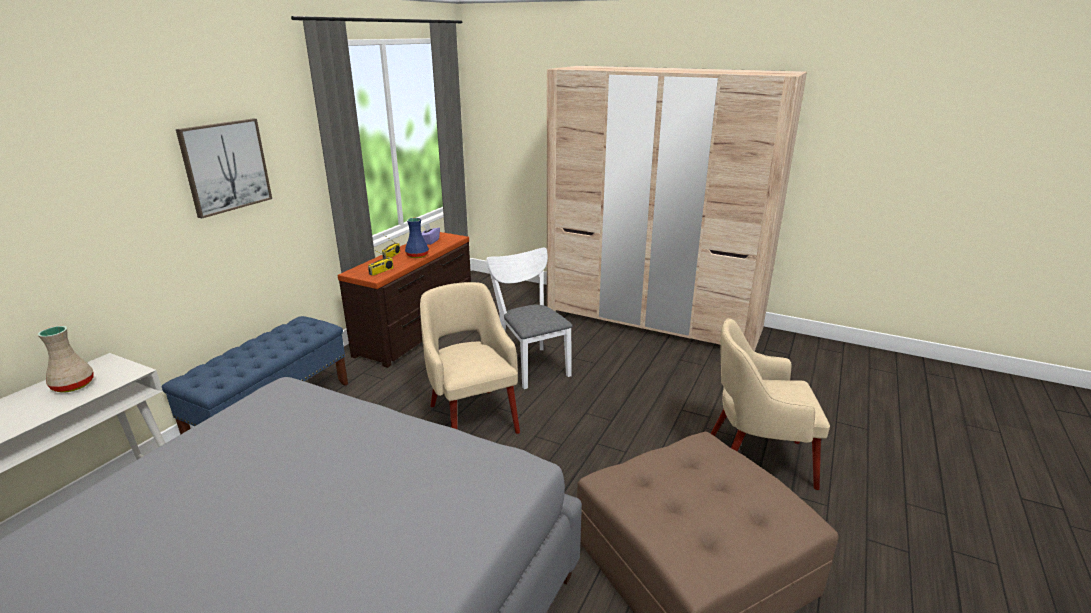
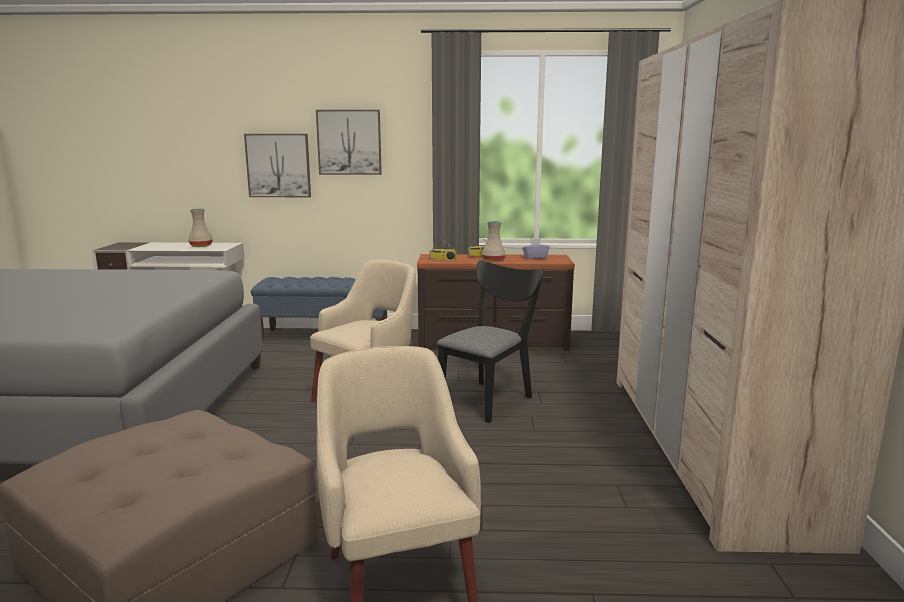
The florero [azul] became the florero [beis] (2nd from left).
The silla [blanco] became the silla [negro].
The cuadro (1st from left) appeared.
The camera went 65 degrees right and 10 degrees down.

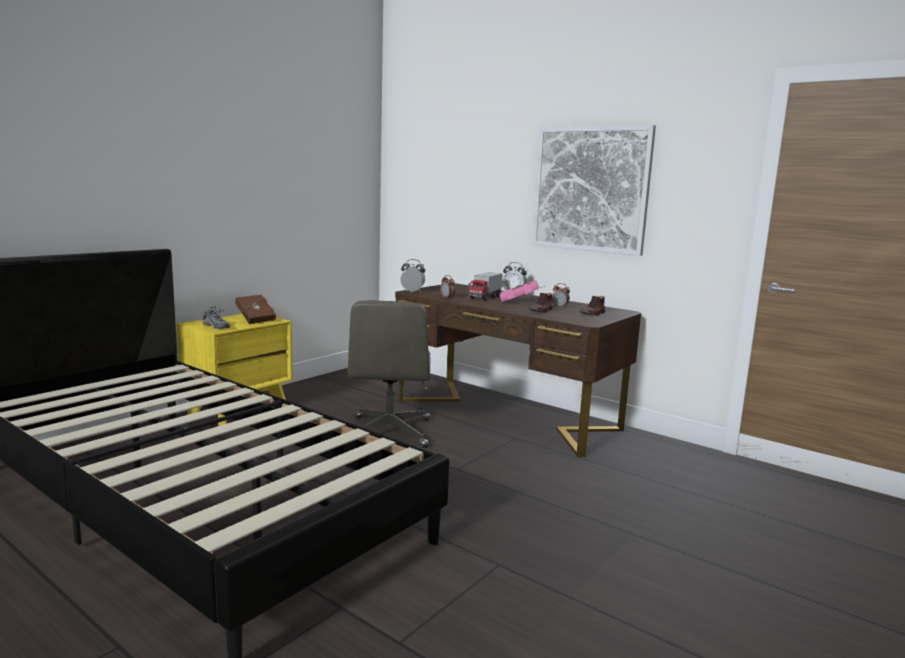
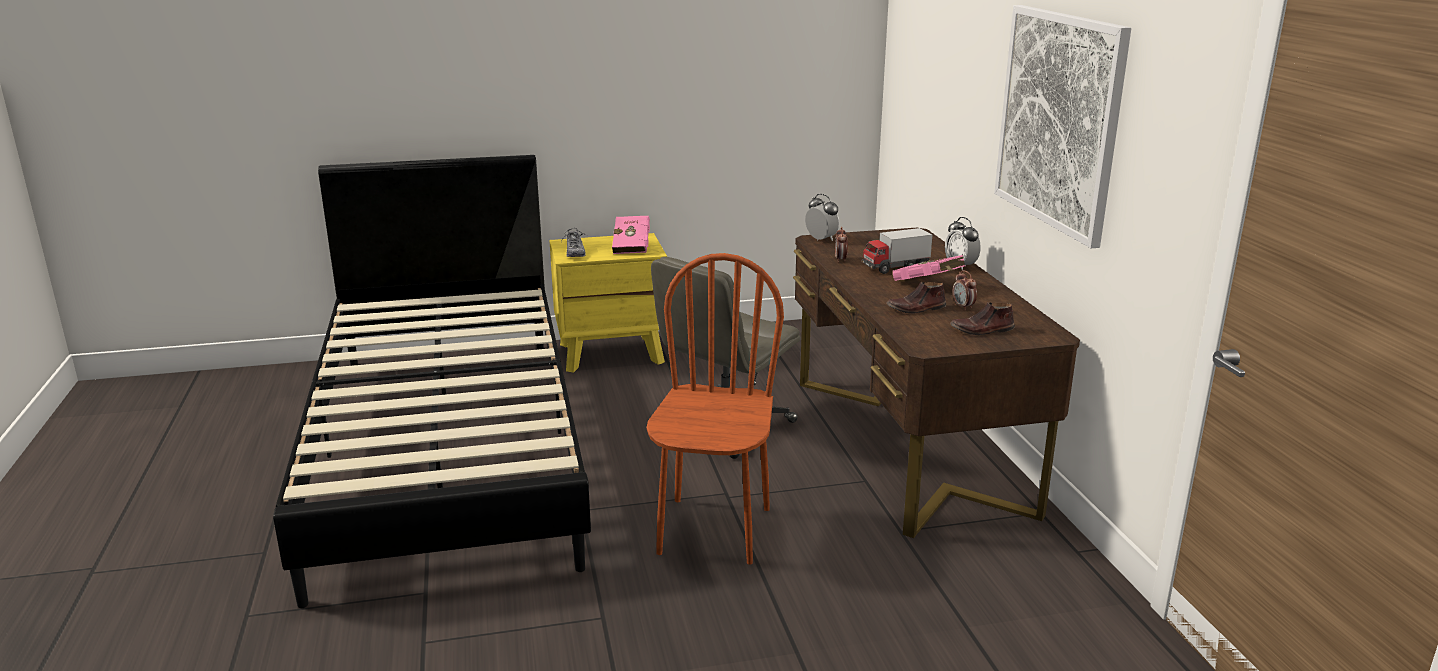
The libro [marrón] became the libro [rosa] (1st from left).
The silla [marrón] appeared.
The camera went 40 degrees right and 10 degrees up.

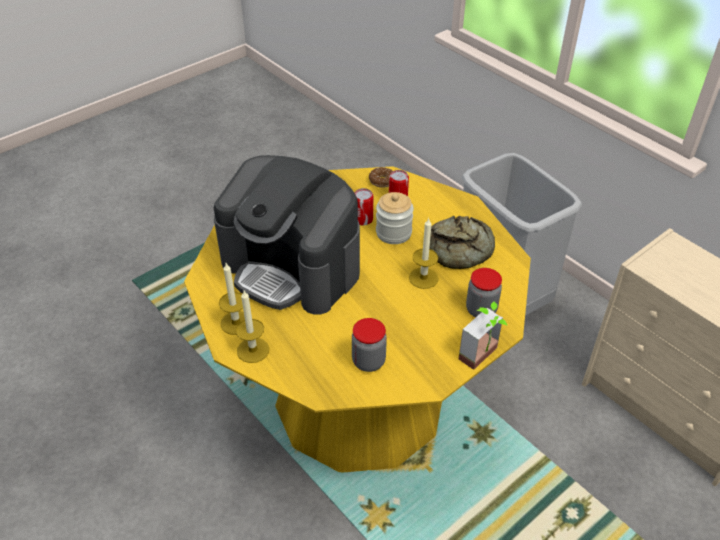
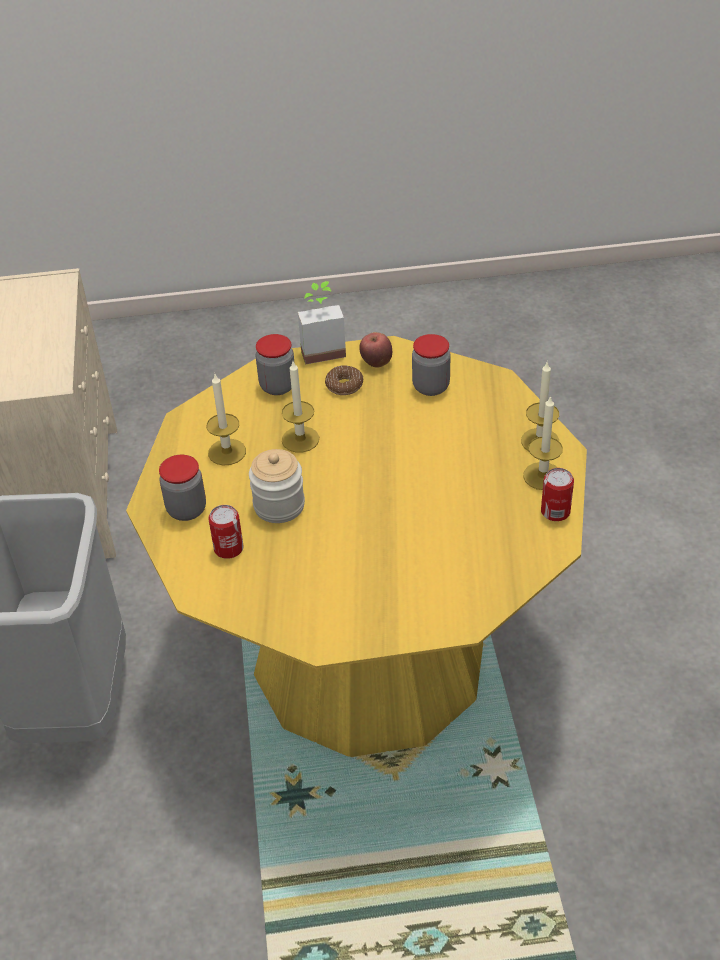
The cafetera disappeared.
The rosquilla moved.
The lata (1st from left in the first image) moved.
The pan was replaced by the vela (1st from left).
The manzana appeared.
The tarro (1st from left) appeared.
The camera went 145 degrees left and 0 degrees up.

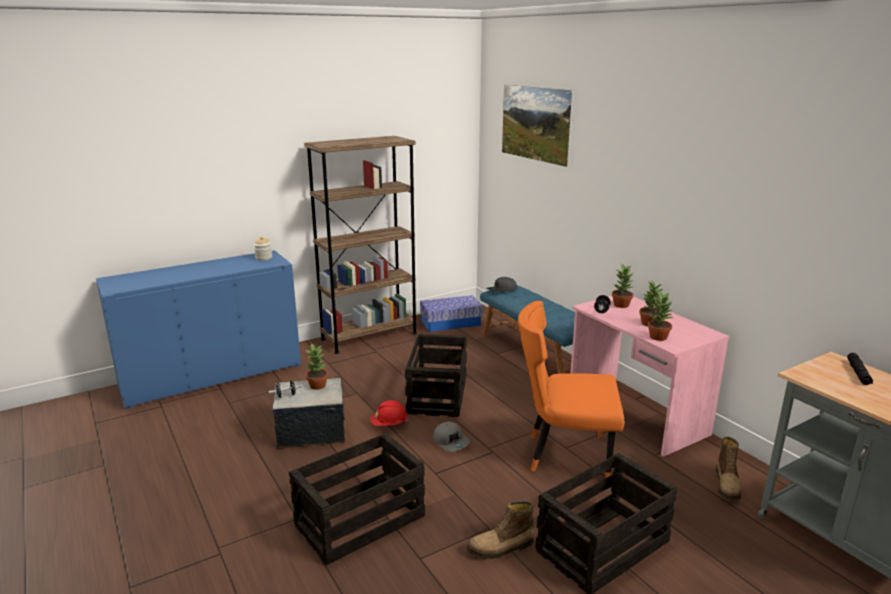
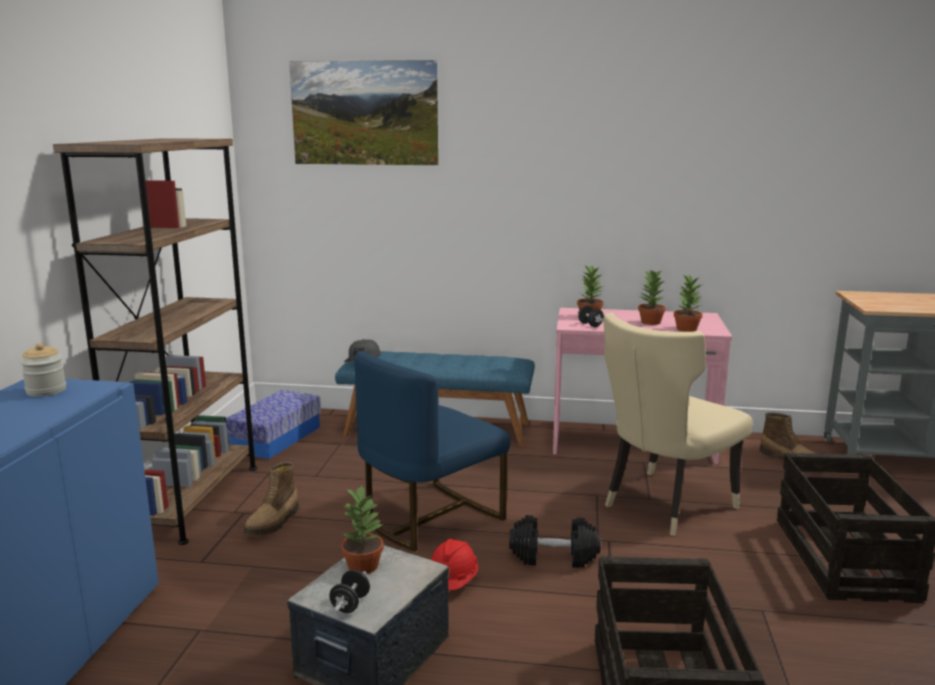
The silla [naranja] became the silla [beis].
The caja de embalaje (2nd from left) was replaced by the silla [azul].
The linterna [negro] disappeared.
The gorra [gris] (1st from left) was replaced by the mancuerna [negro] (2nd from left).
The bota (1st from left) moved.
The camera went 50 degrees left and 5 degrees down.

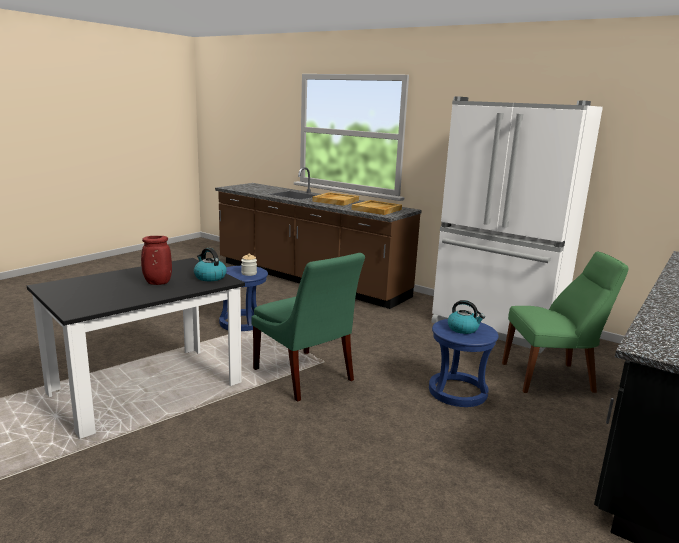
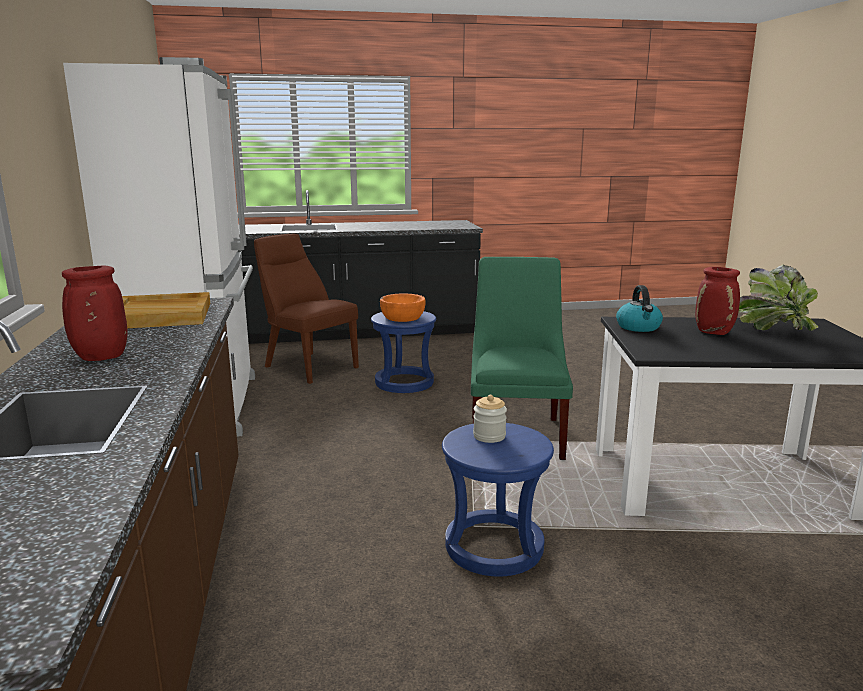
The bandeja [beis] (1st from left) was replaced by the florero [rojo] (1st from left).
The silla [verde] (2nd from left) became the silla [marrón].
The hervidor (2nd from left) was replaced by the cuenco [naranja].
The planta en maceta appeared.
The camera went 135 degrees left and 0 degrees up.

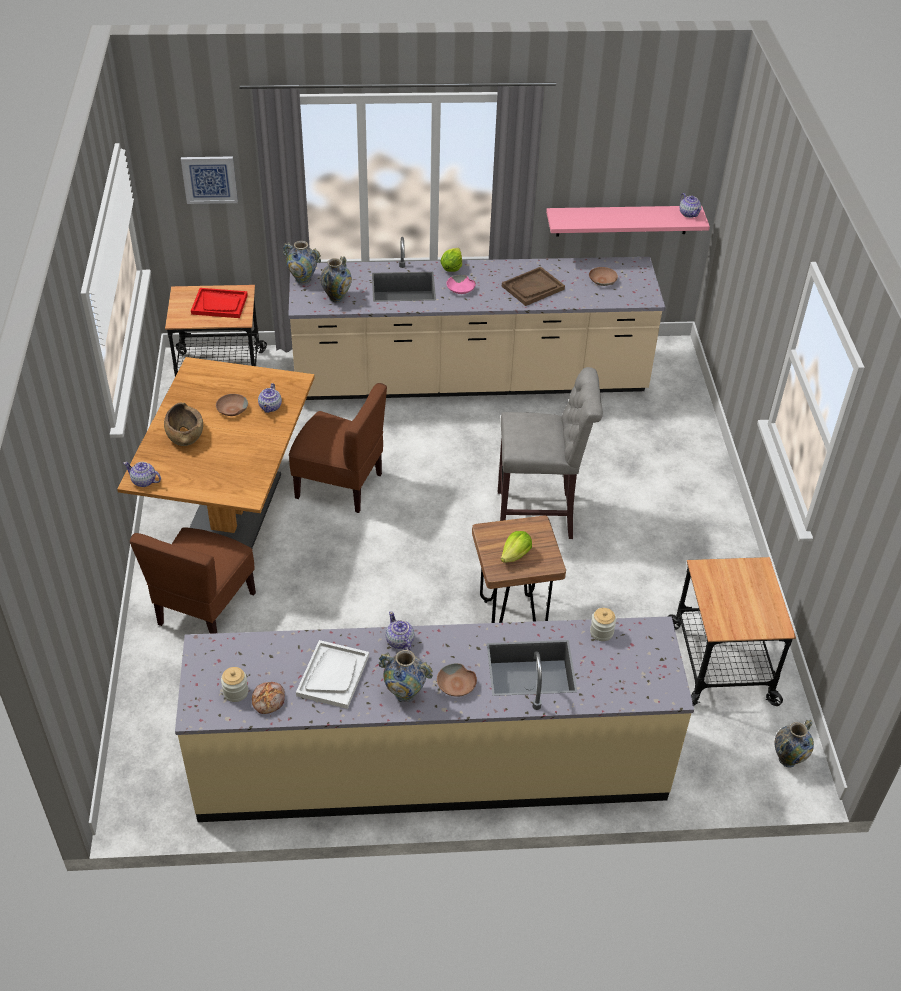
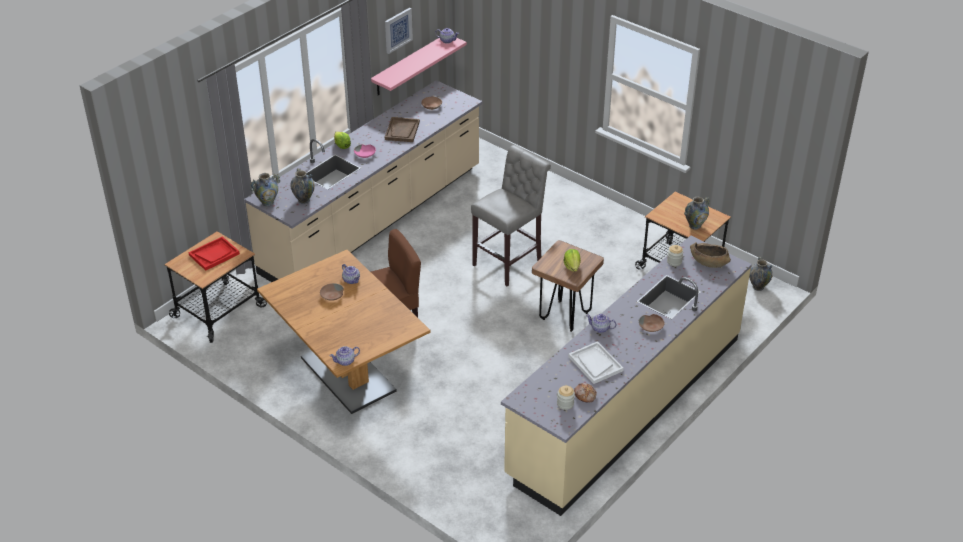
The cuadro moved.
The cuenco [marrón] (1st from left in the first image) moved.
The silla [marrón] (1st from left) disappeared.
The florero (3rd from left) moved.
The camera went 45 degrees left and 5 degrees down.

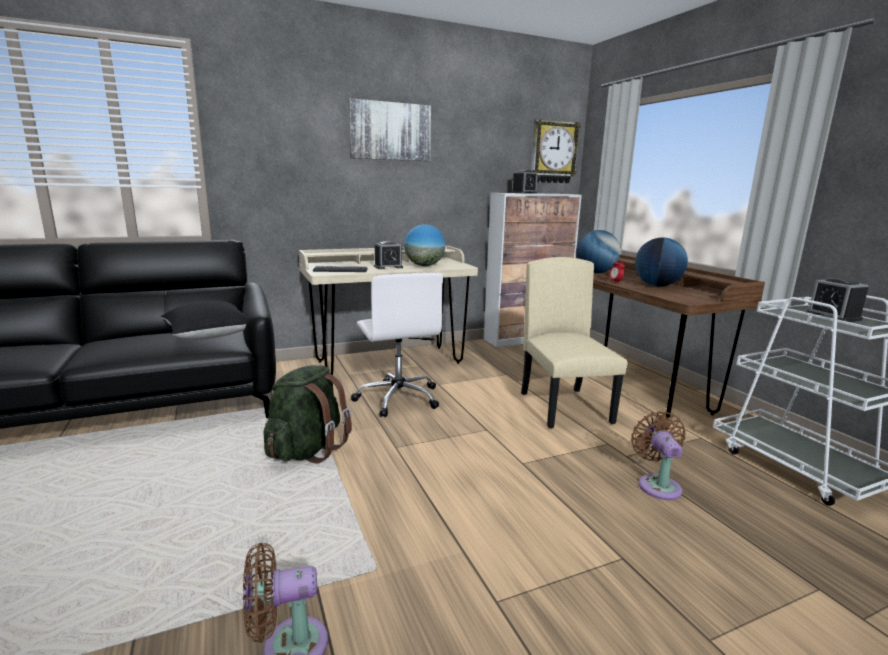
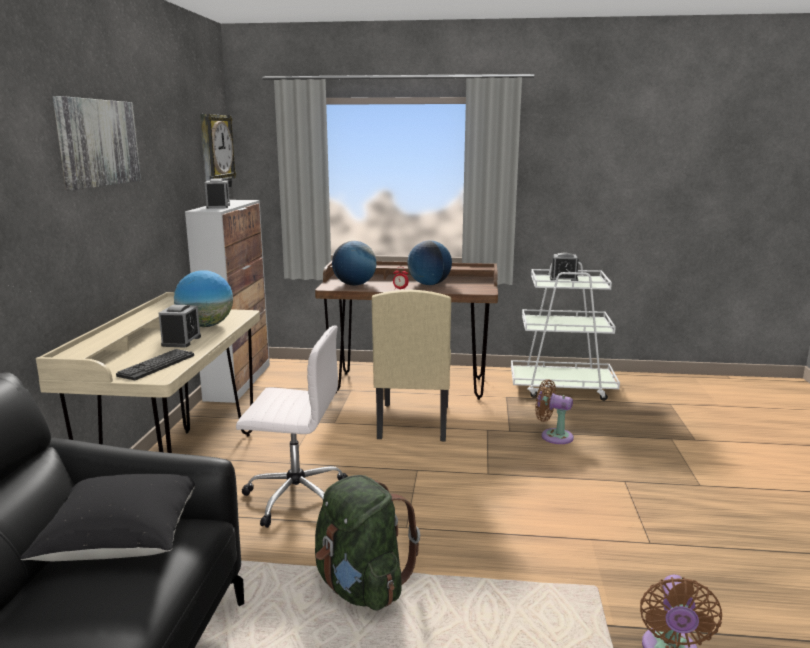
The silla [beis] turned 105 degrees counterclockwise.
The camera went 60 degrees left and 0 degrees up.

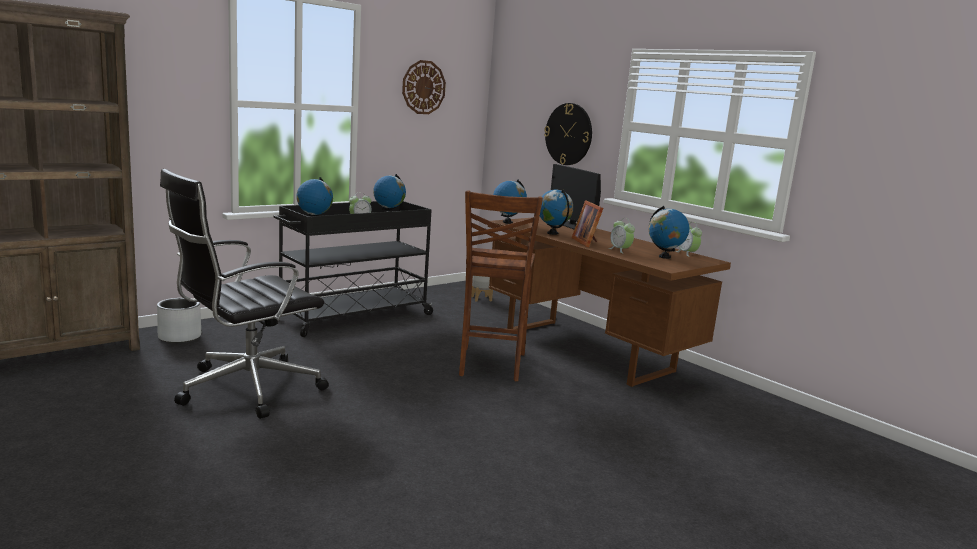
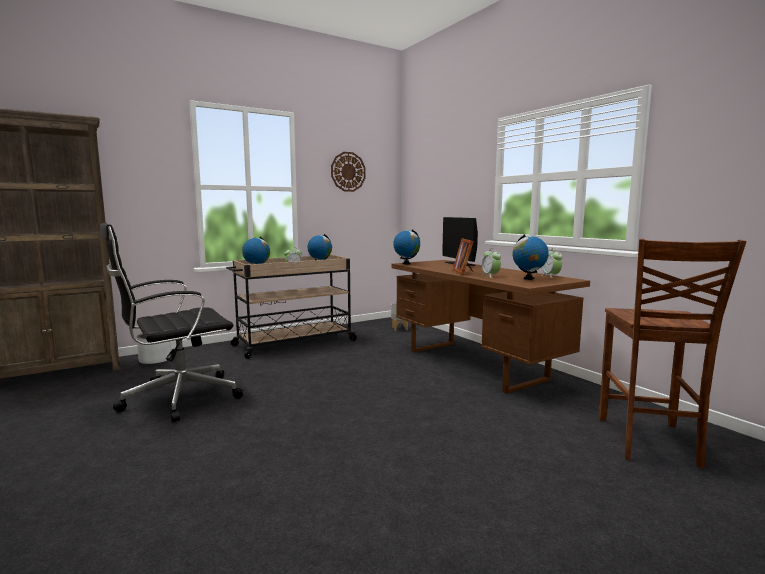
The reloj de pared (2nd from left) disappeared.
The globo terráqueo (4th from left) disappeared.
The silla [marrón] moved.
The carrito [negro] became the carrito [beis].
The camera went 10 degrees right and 5 degrees down.

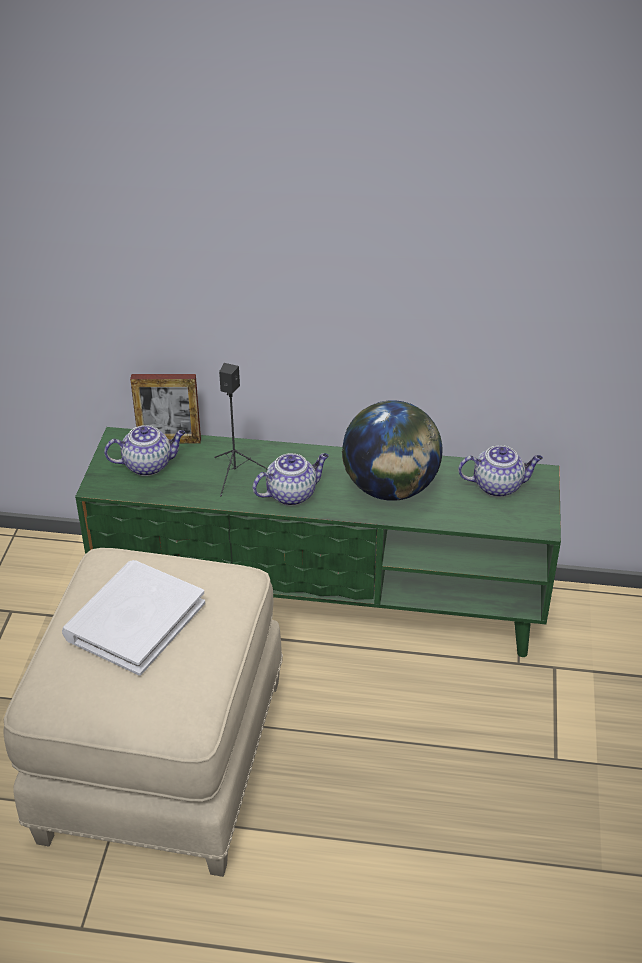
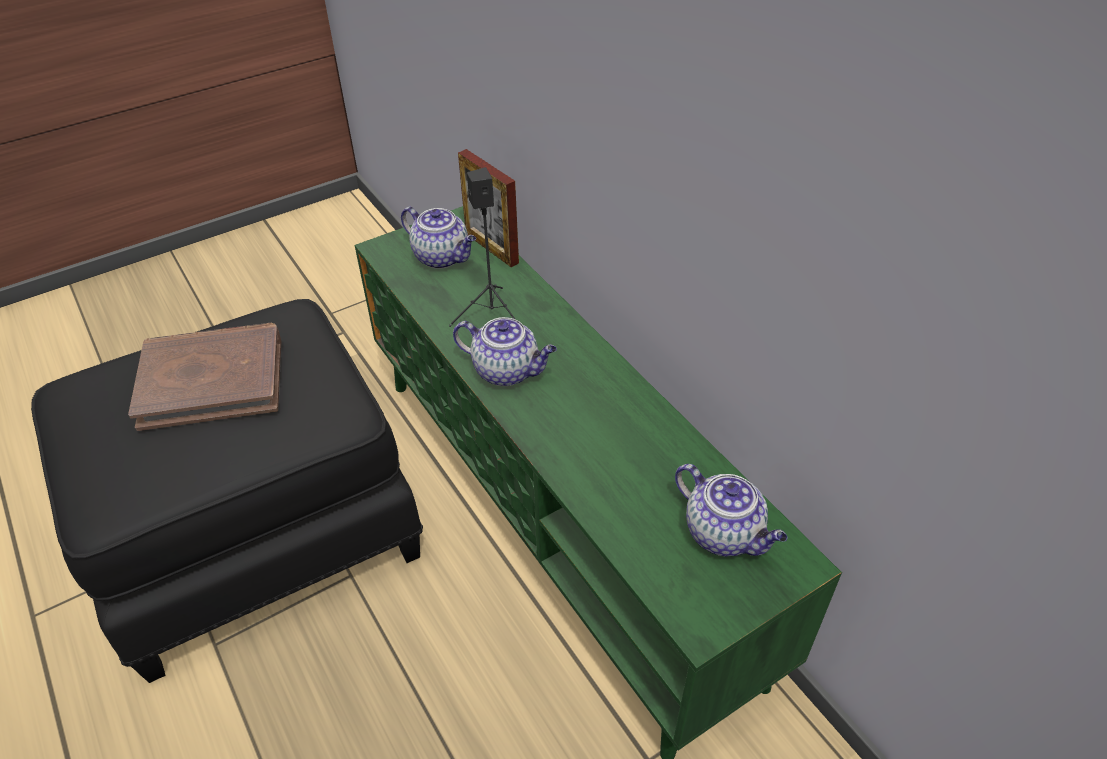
The globo terráqueo disappeared.
The puf [beis] became the puf [negro].
The libro [blanco] became the libro [marrón].
The camera went 50 degrees right and 5 degrees up.

